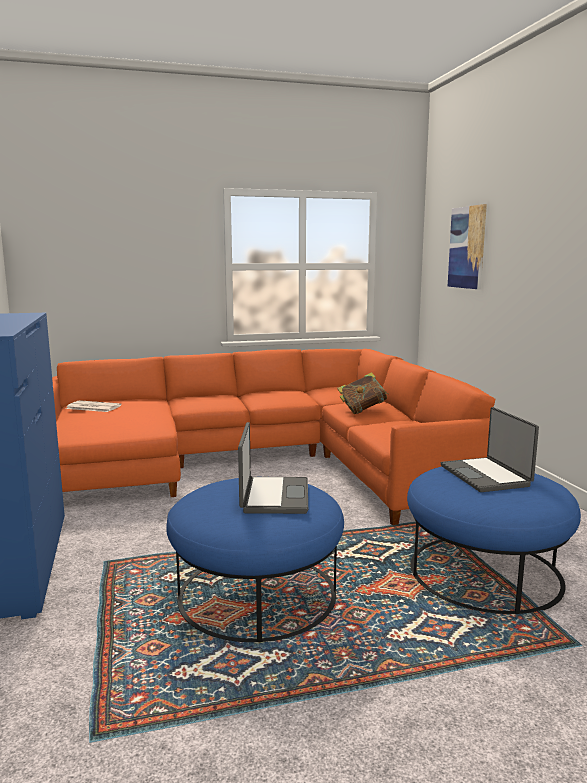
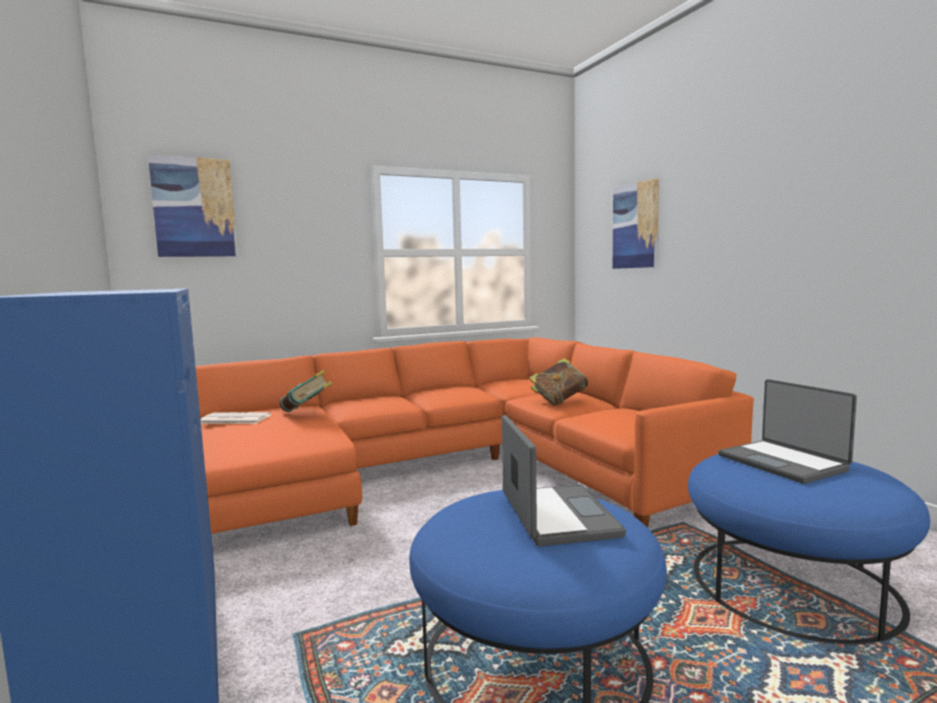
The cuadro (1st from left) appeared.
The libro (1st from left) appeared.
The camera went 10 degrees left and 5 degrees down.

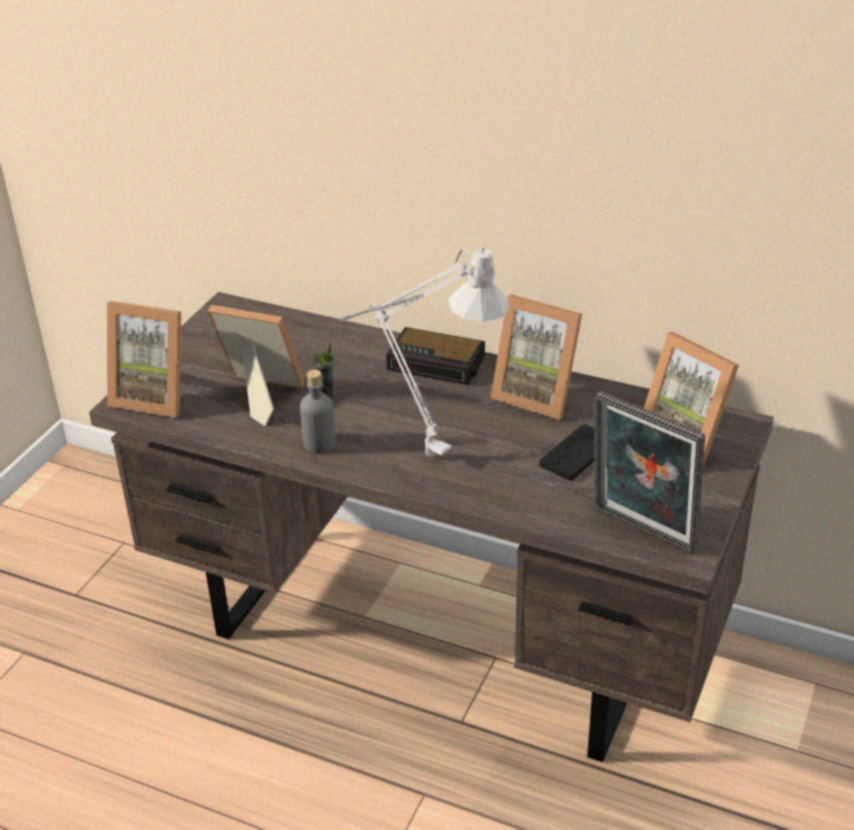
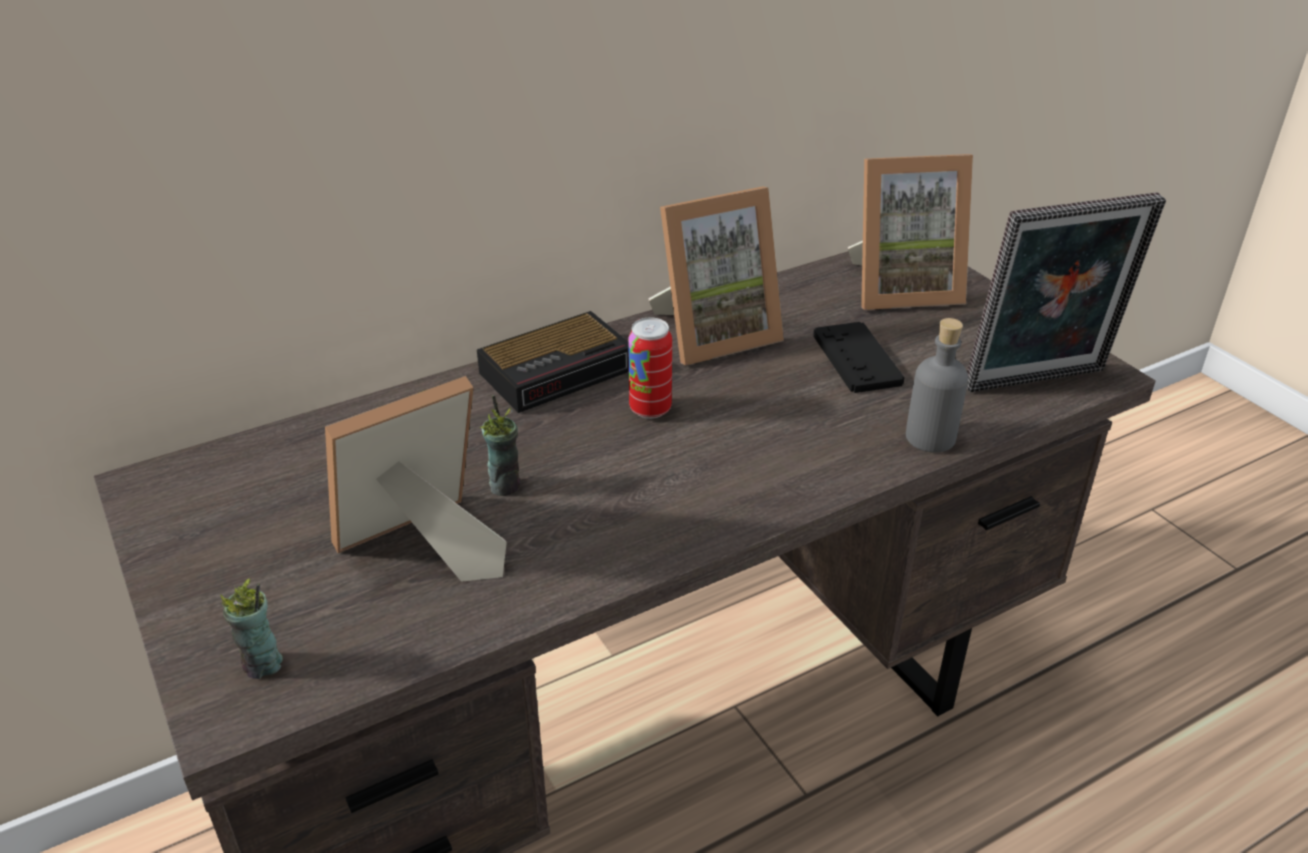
The lámpara de mesa [gris] disappeared.
The portarretratos (1st from left) was replaced by the taza (1st from left).
The botella [gris] moved.
The lata appeared.
The camera went 55 degrees left and 0 degrees up.

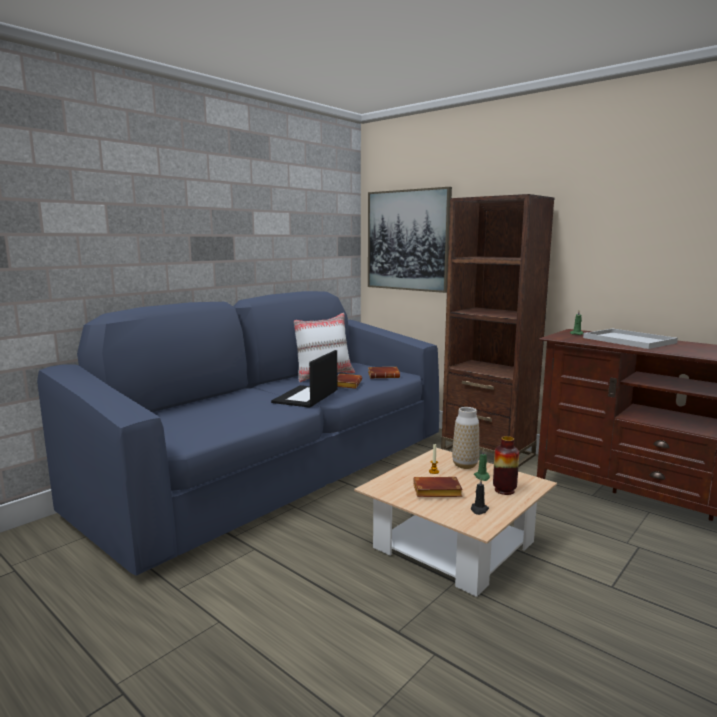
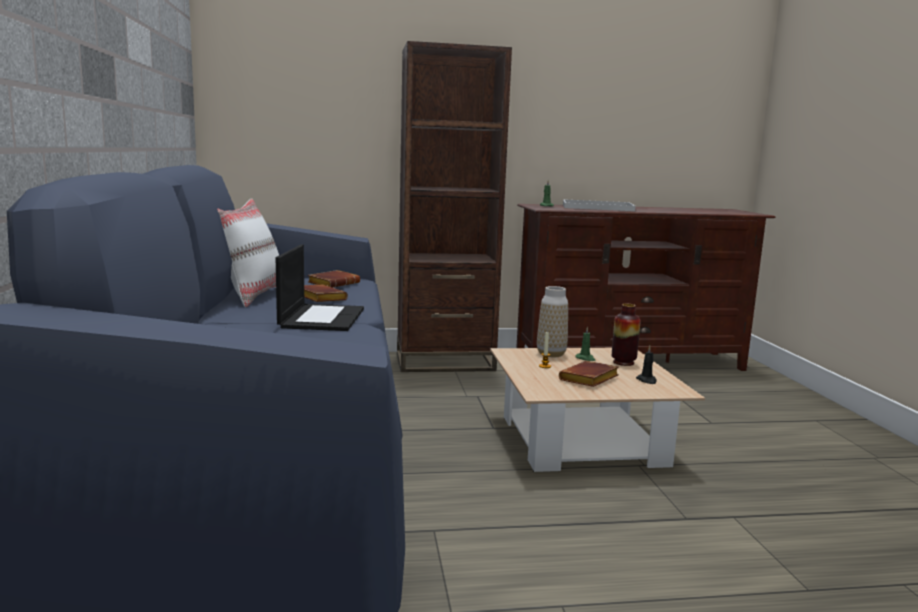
The cuadro disappeared.
The portátil turned 150 degrees counterclockwise.
The camera went 50 degrees left and 0 degrees up.

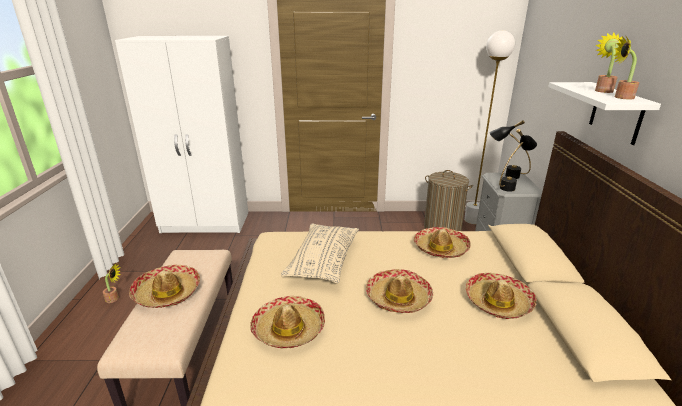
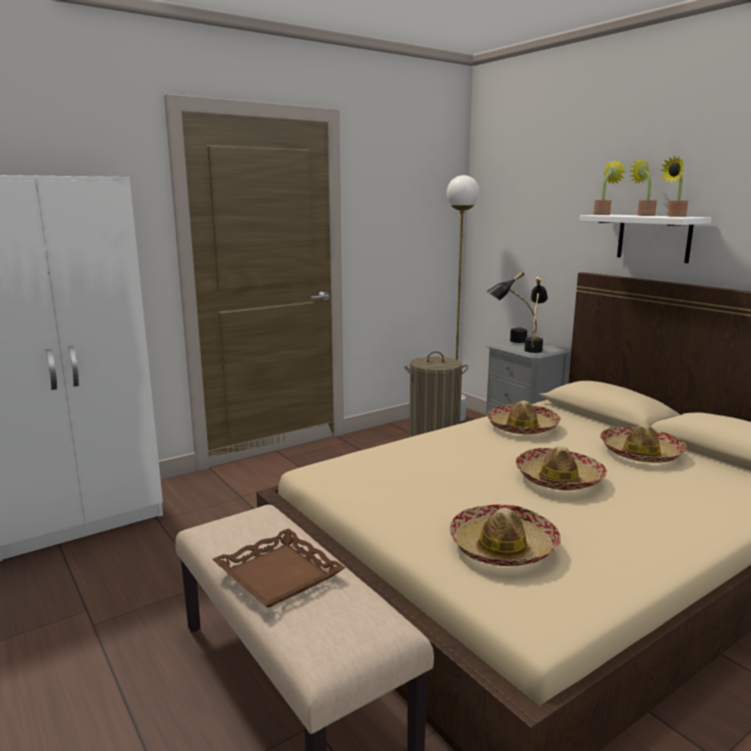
The cojín [beis] disappeared.
The planta en maceta (1st from left) moved.
The sombrero (1st from left) was replaced by the bandeja [marrón].
The camera went 35 degrees left and 10 degrees down.

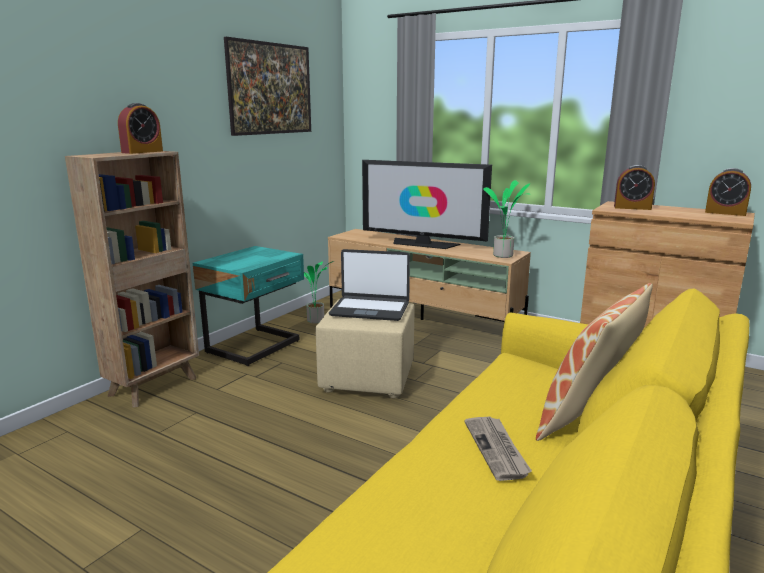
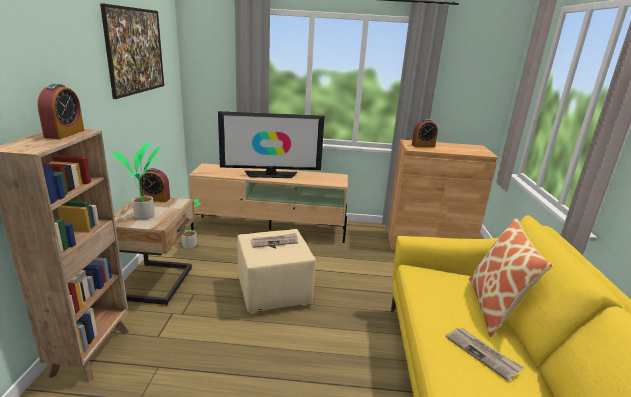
The despertador (3rd from left in the first image) moved.
The planta en maceta (2nd from left in the first image) moved.
The mesita de noche [turquesa] became the mesita de noche [beis].
The portátil was replaced by the periódico (1st from left).
The camera went 30 degrees left and 5 degrees up.

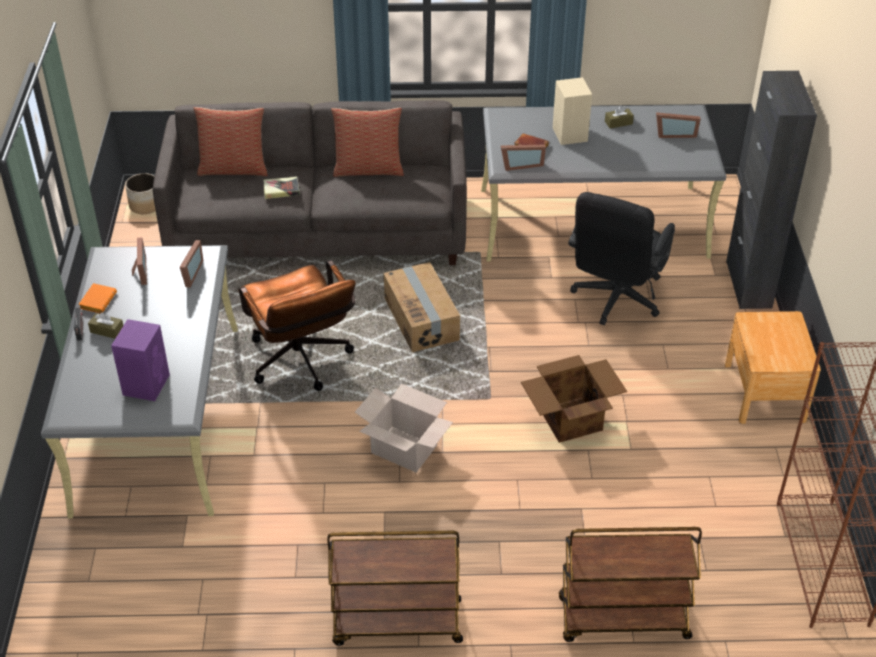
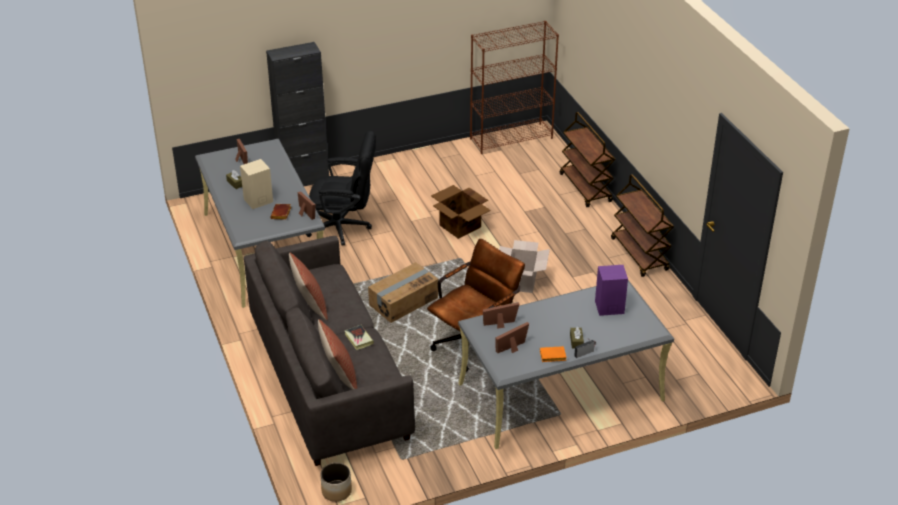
The mesita de noche [marrón] disappeared.
The camera went 110 degrees left and 5 degrees down.

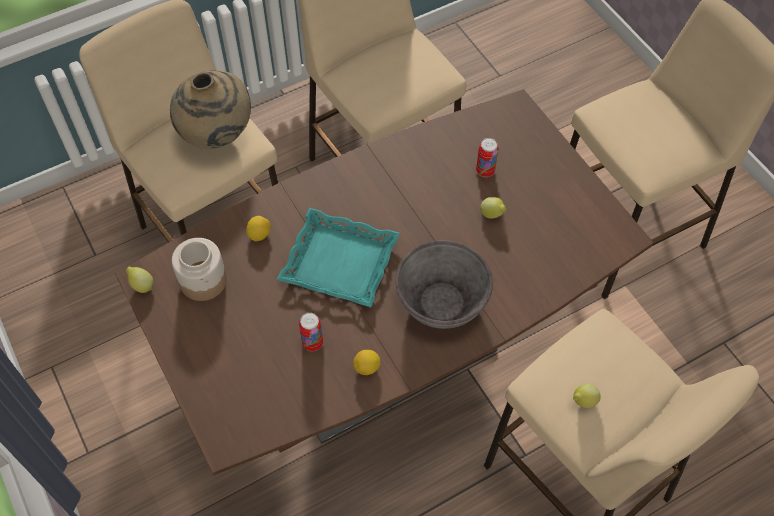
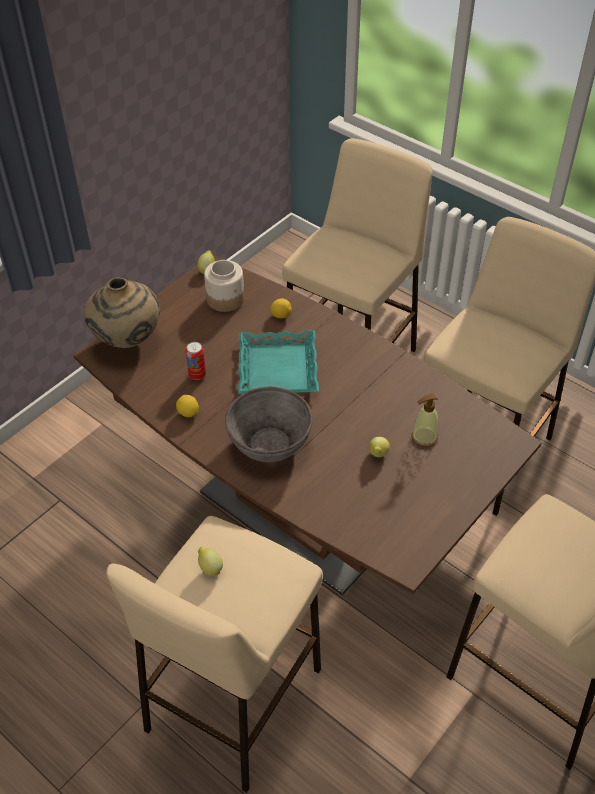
The florero [beis] moved.
The lata (2nd from left) was replaced by the dispensador de jabón.
The camera went 70 degrees right and 10 degrees down.

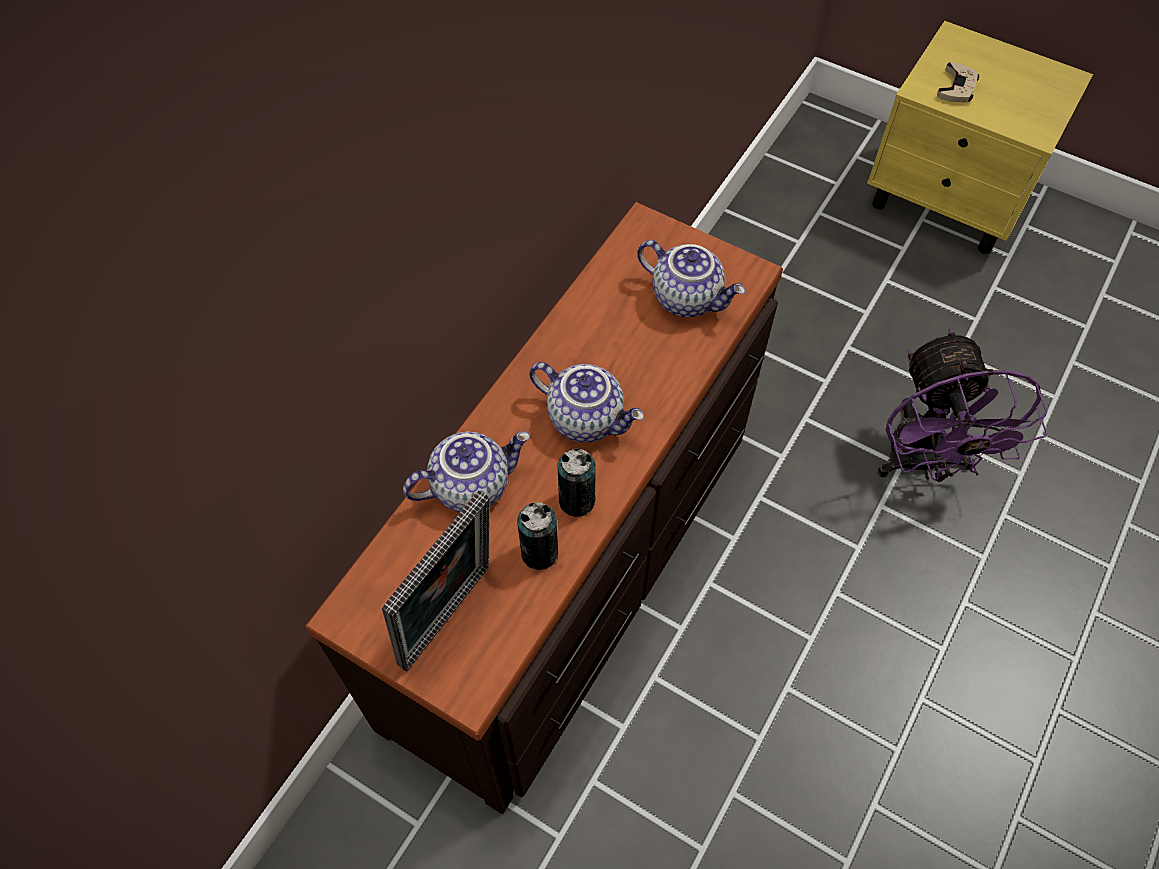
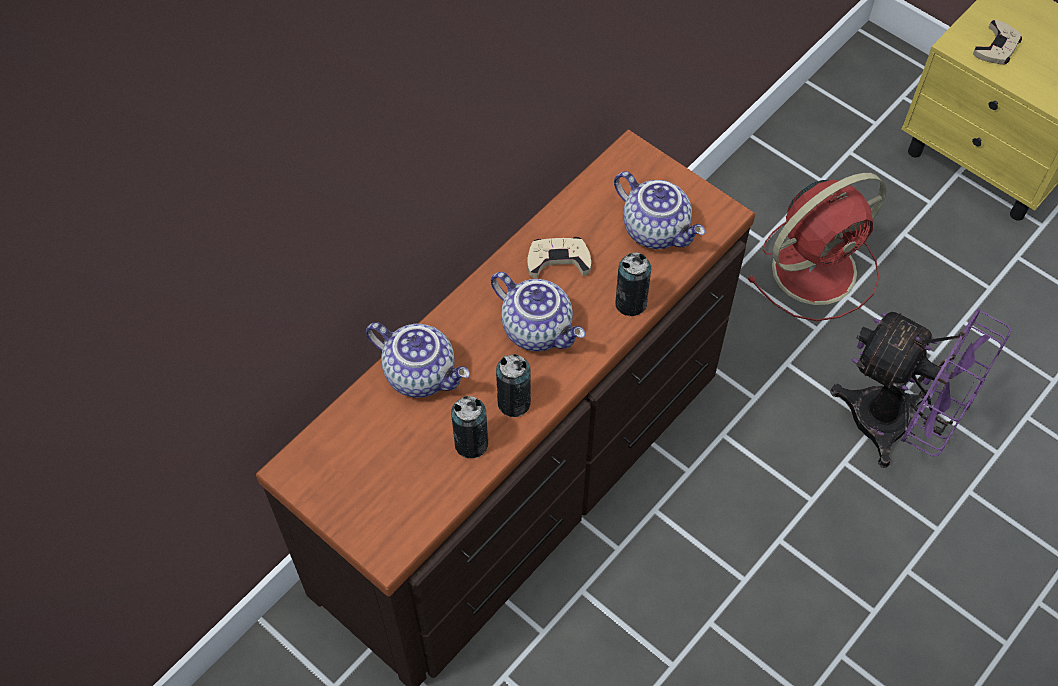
The ventilador [morado] turned 60 degrees counterclockwise.
The tetera (1st from left) turned 45 degrees clockwise.
The portarretratos disappeared.
The ventilador [rojo] appeared.
The mando de consola [beis] (1st from left) appeared.
The lata (3rd from left) appeared.
The camera went 10 degrees right and 0 degrees up.

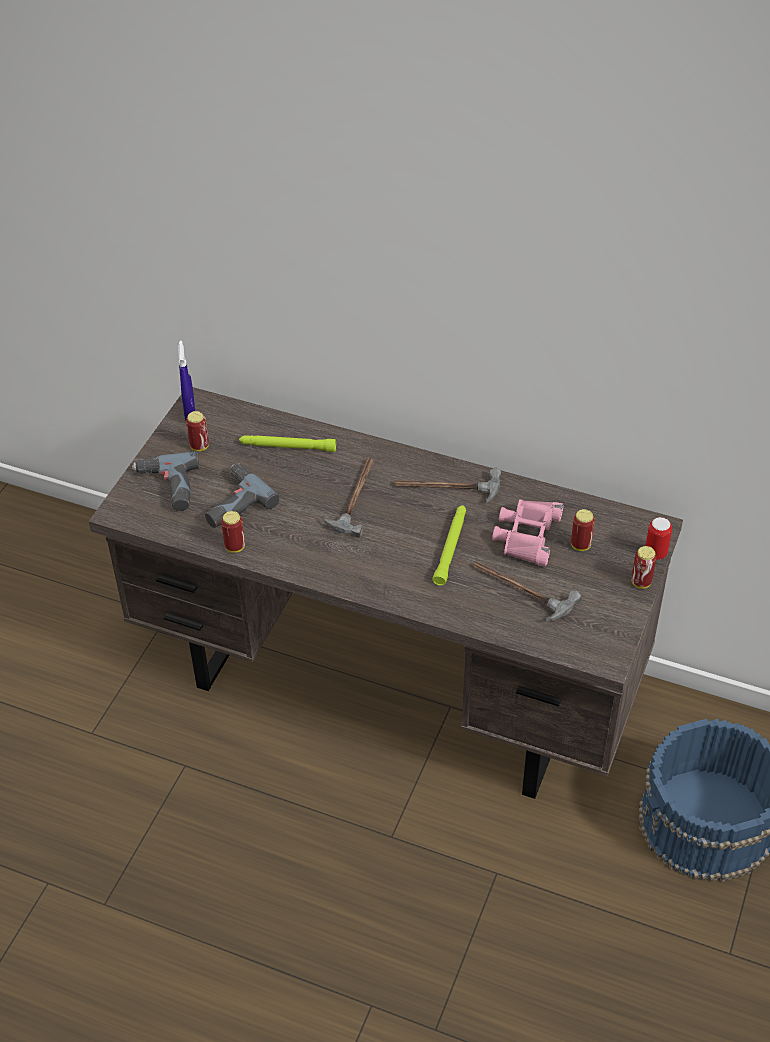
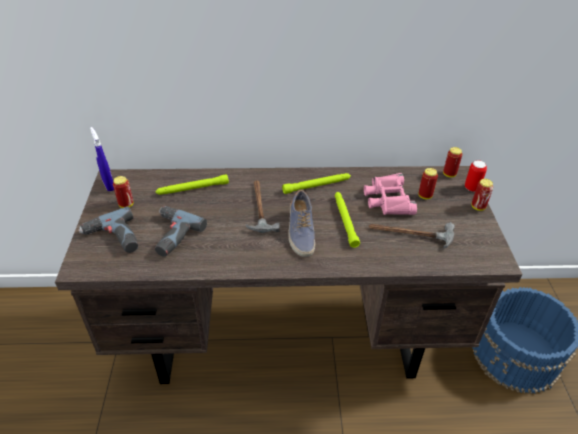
The martillo (2nd from left) was replaced by the linterna [verde] (2nd from left).
The lata (2nd from left in the first image) moved.
The zapato appeared.
The camera went 25 degrees left and 5 degrees down.

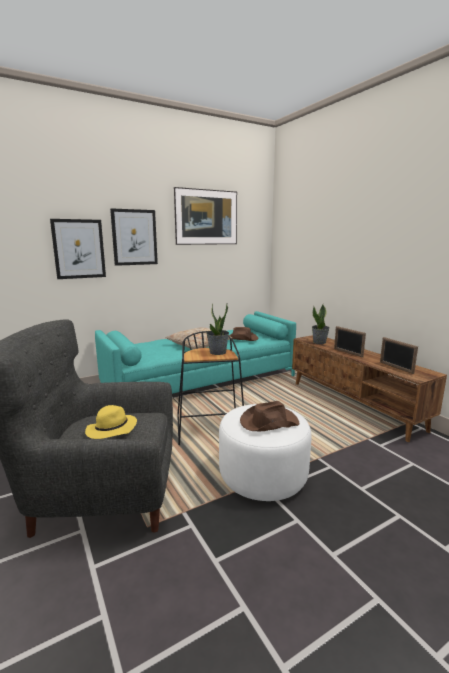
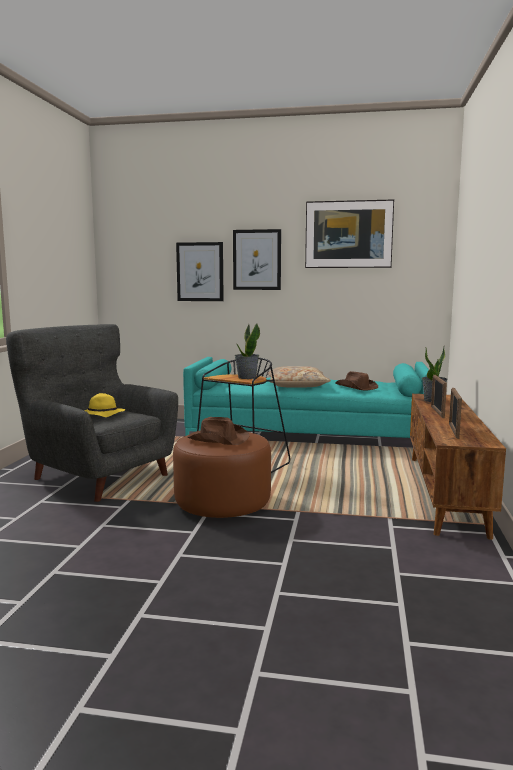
The puf [blanco] became the puf [marrón].
The camera went 40 degrees right and 5 degrees down.

